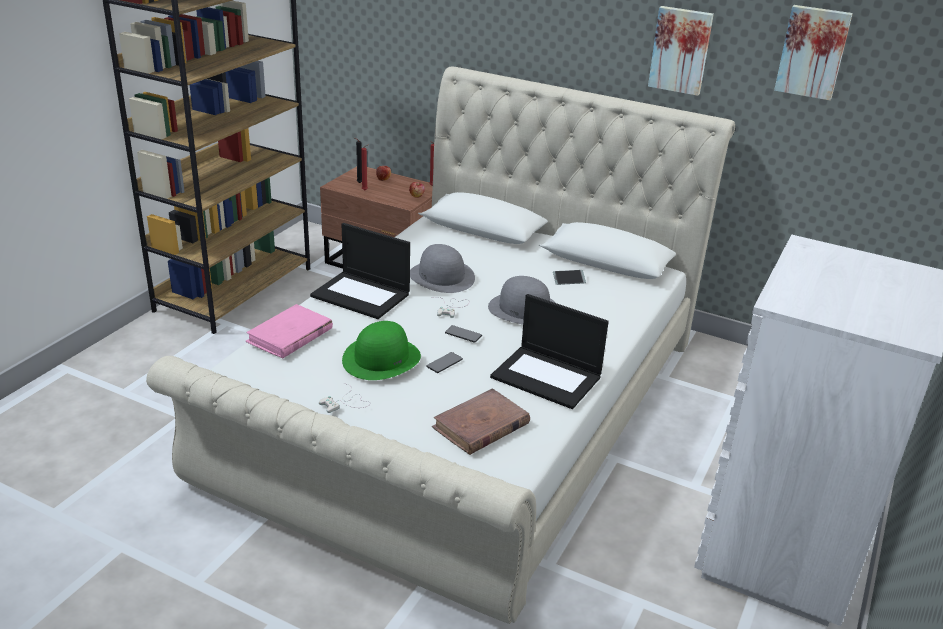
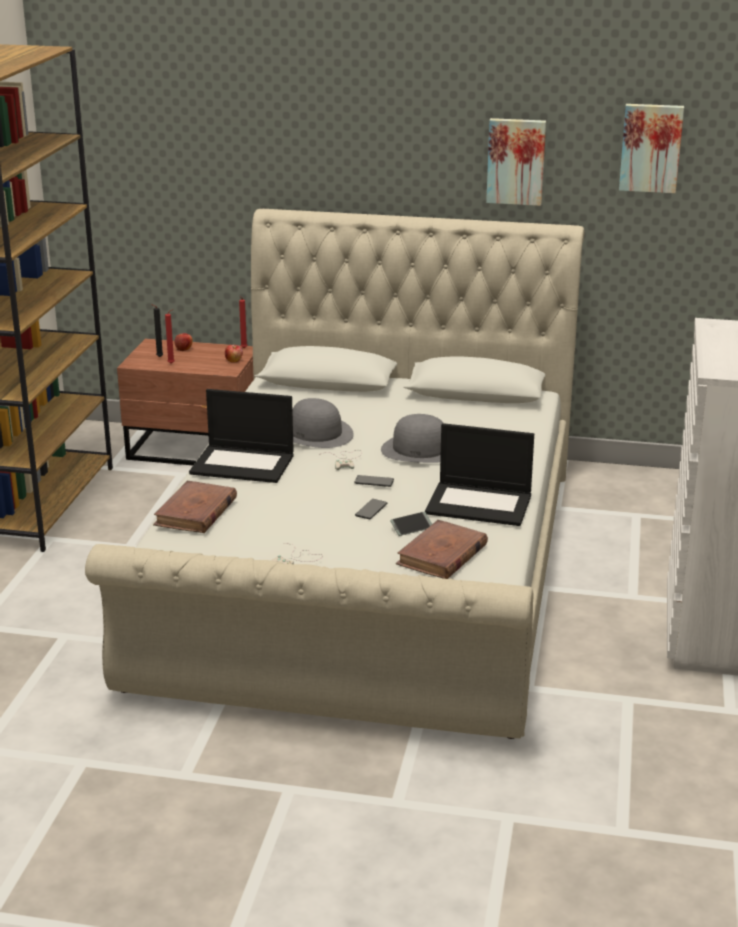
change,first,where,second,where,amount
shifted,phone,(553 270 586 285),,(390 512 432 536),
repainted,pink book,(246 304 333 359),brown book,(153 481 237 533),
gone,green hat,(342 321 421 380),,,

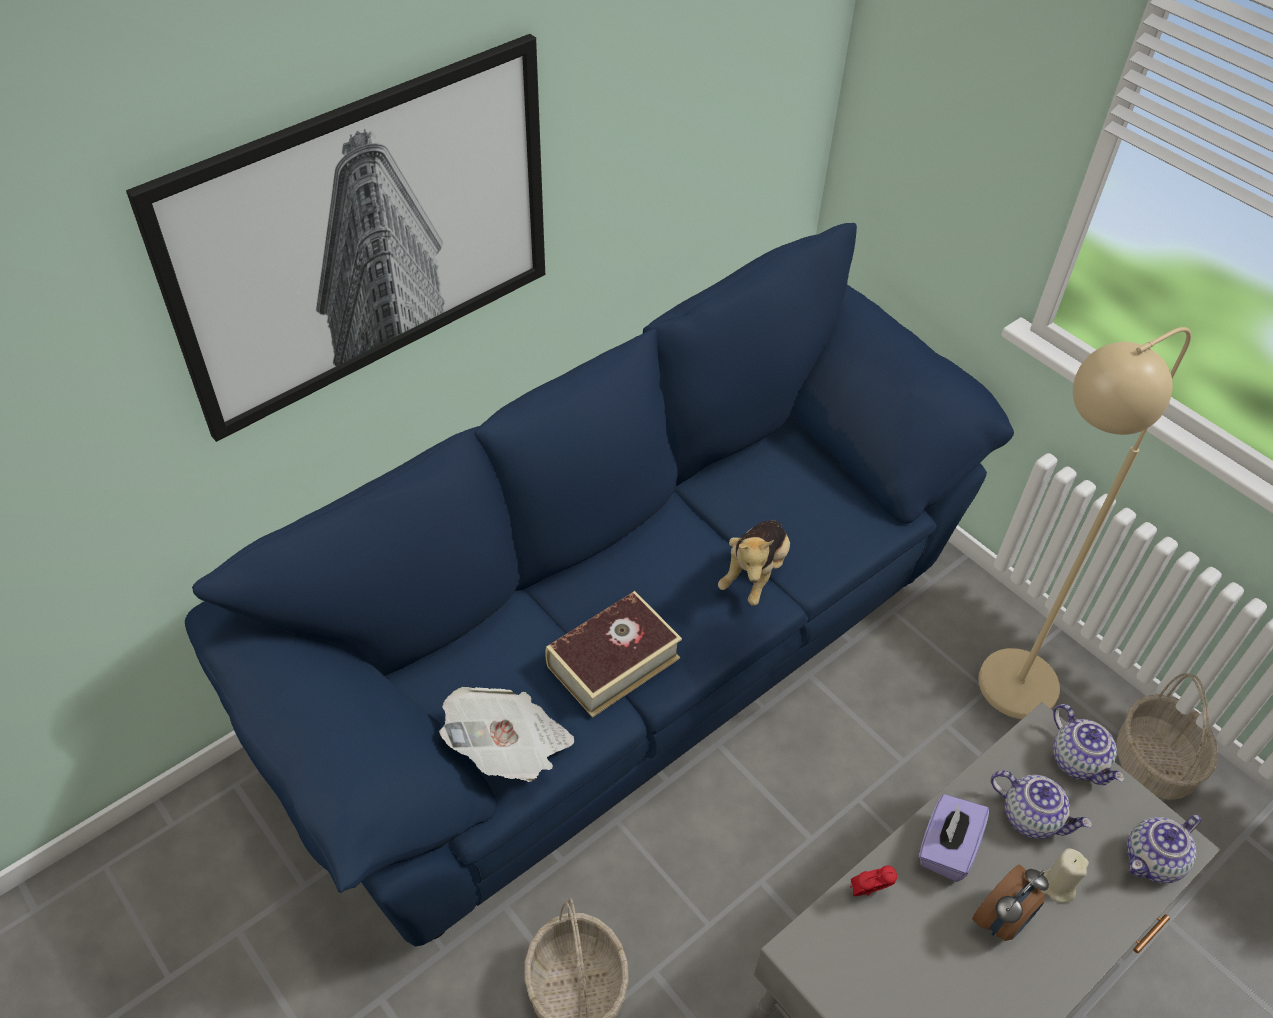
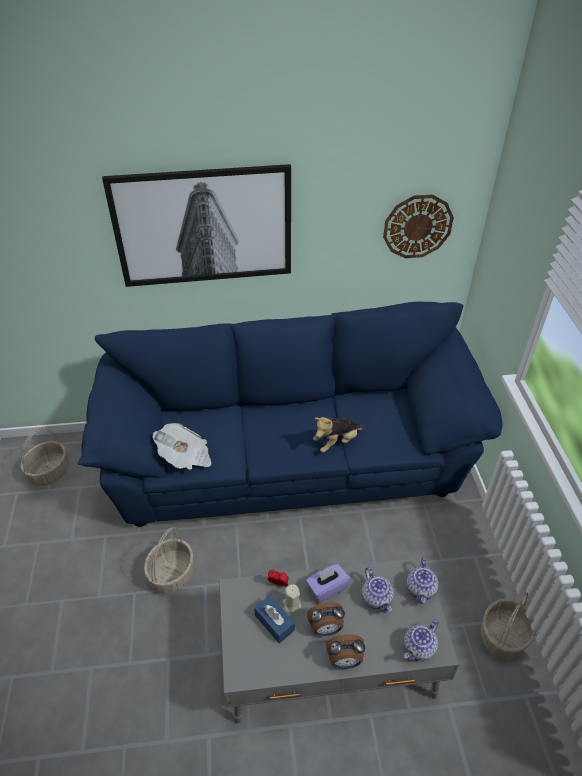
change,first,where,second,where,amount
gone,beige floor lamp,(978 327 1191 719),,,
gone,book,(545 591 682 718),,,
rotated,teapot,(1127 814 1201 883),,(404 620 439 661),45 degrees counterclockwise
shifted,beige candle,(1041 848 1089 903),,(282 584 301 613),
new,,,wall clock,(383 194 454 258),
new,,,basket,(21 427 69 486),
new,,,blue tissue box,(254 595 295 643),
new,,,alarm clock,(326 635 365 669),

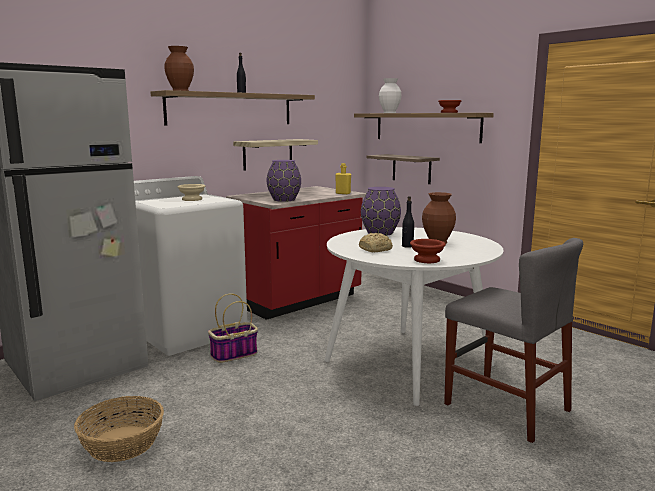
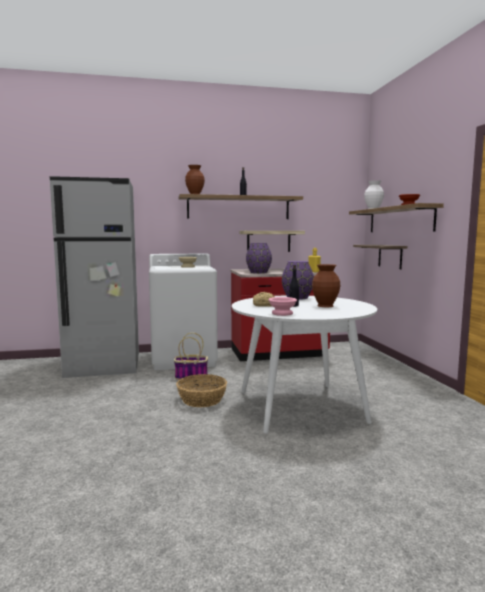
change,first,where,second,where,amount
gone,grey chair,(444 238 583 443),,,
repainted,brown bowl,(410 239 446 263),pink bowl,(268 297 297 316),
shifted,basket,(74 396 164 462),,(176 374 227 407),

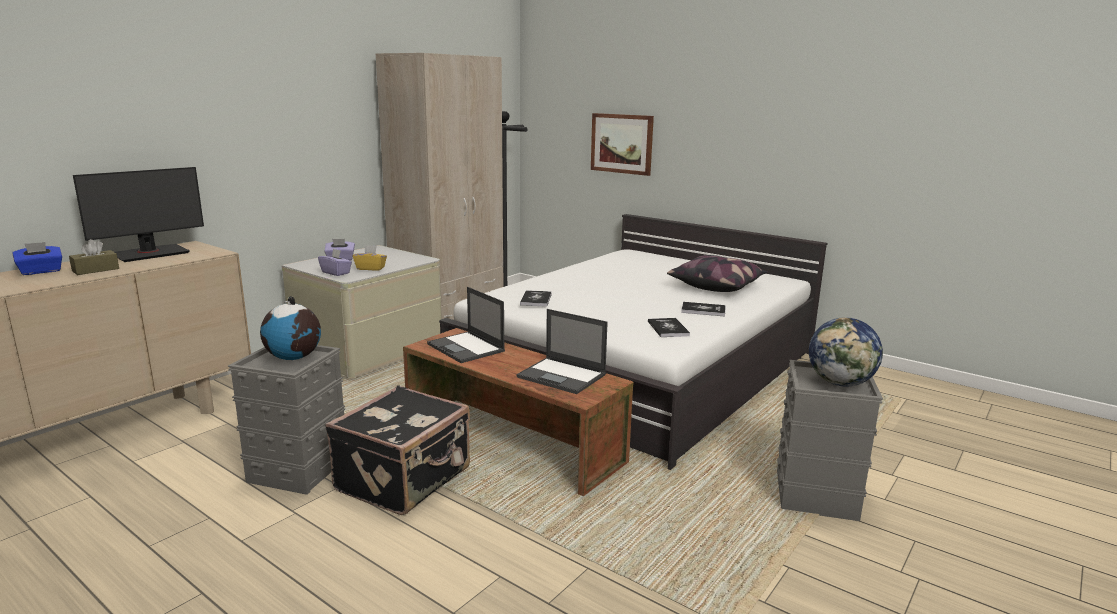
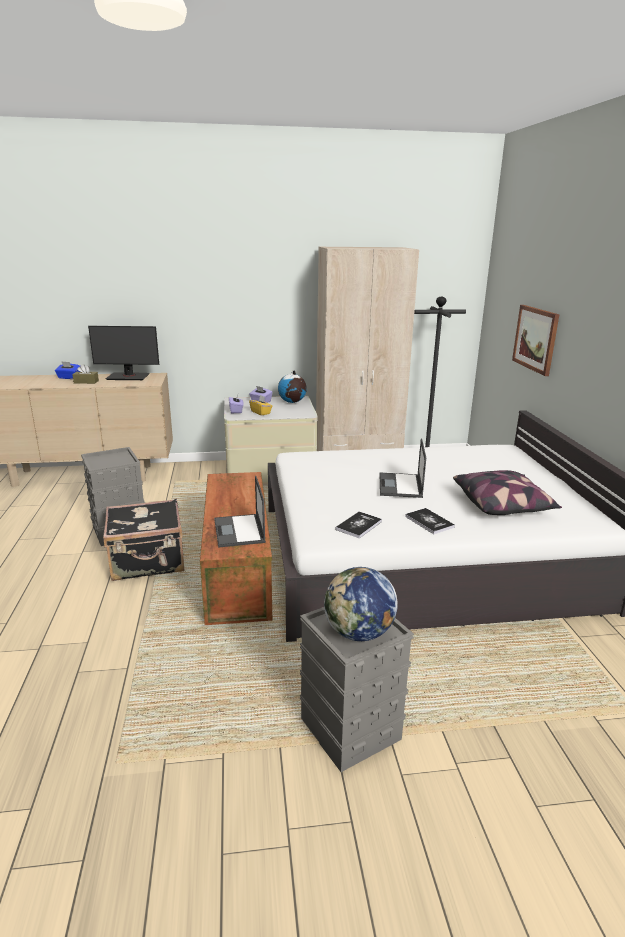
change,first,where,second,where,amount
shifted,laptop,(427 287 505 363),,(379 438 426 498),
gone,book,(520 290 552 307),,,
shifted,globe,(260 296 321 360),,(278 370 307 403),

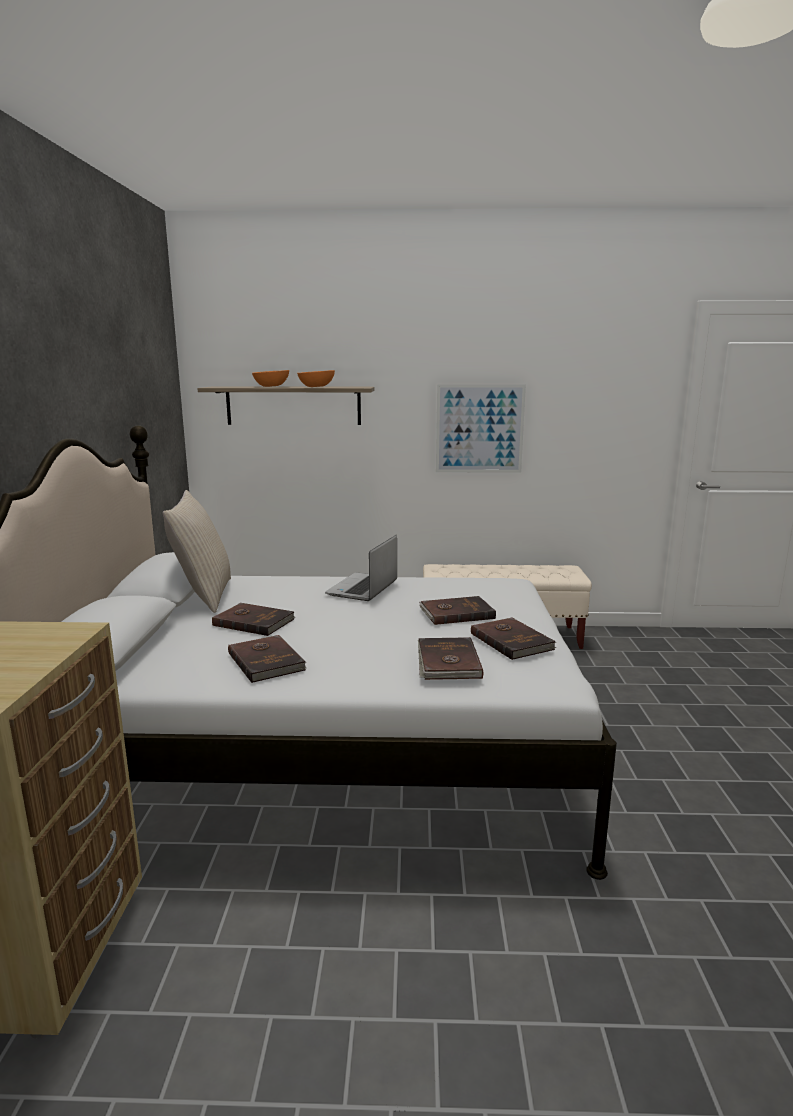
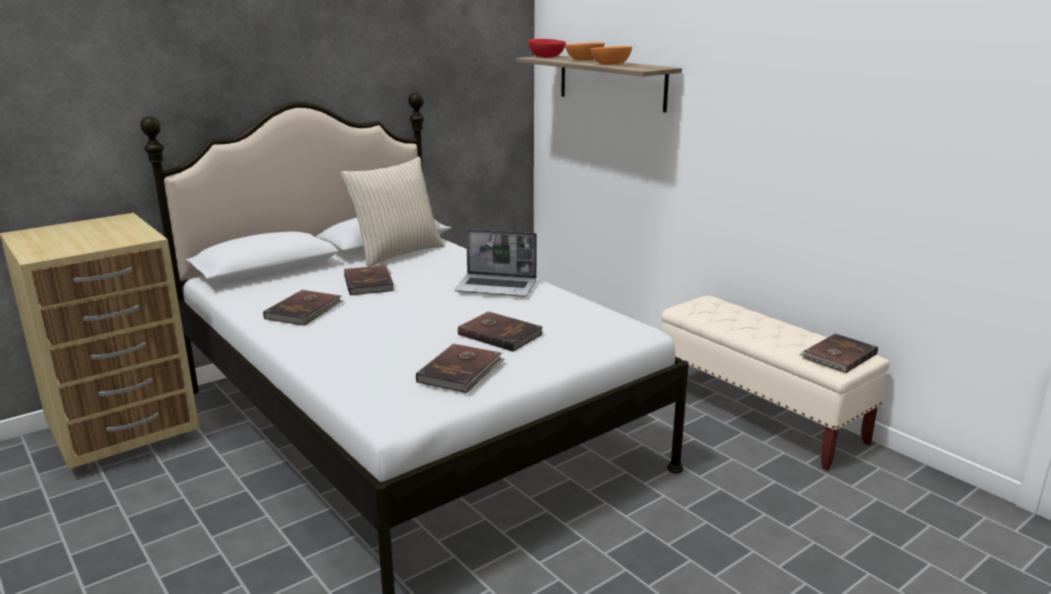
change,first,where,second,where,amount
gone,picture,(436 384 526 473),,,
rotated,laptop,(325 535 397 601),,(454 229 537 297),150 degrees counterclockwise
shifted,brown book,(418 637 484 680),,(799 333 878 373),
new,,,red bowl,(528 39 566 58),

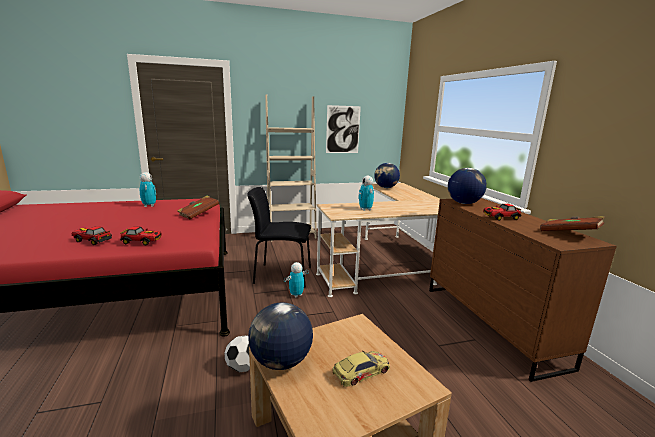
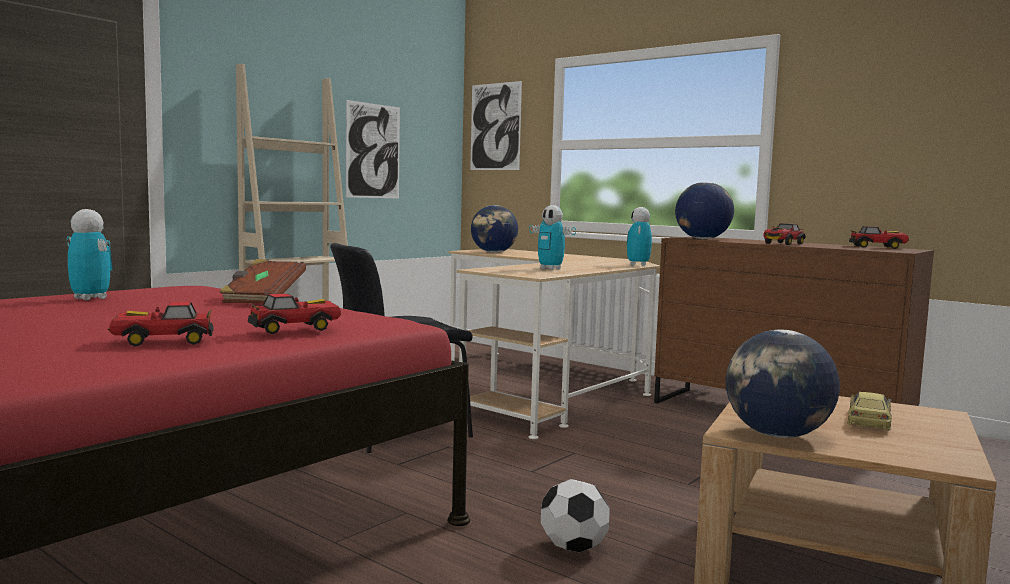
change,first,where,second,where,amount
swapped,brown book,(540 216 604 231),toy car,(849 226 909 249),
shifted,toy robot,(284 262 309 298),,(626 207 652 266),
new,,,picture,(470 81 522 170),

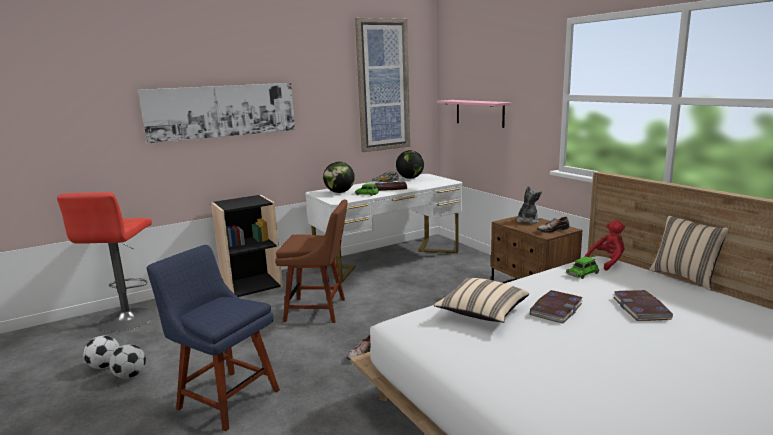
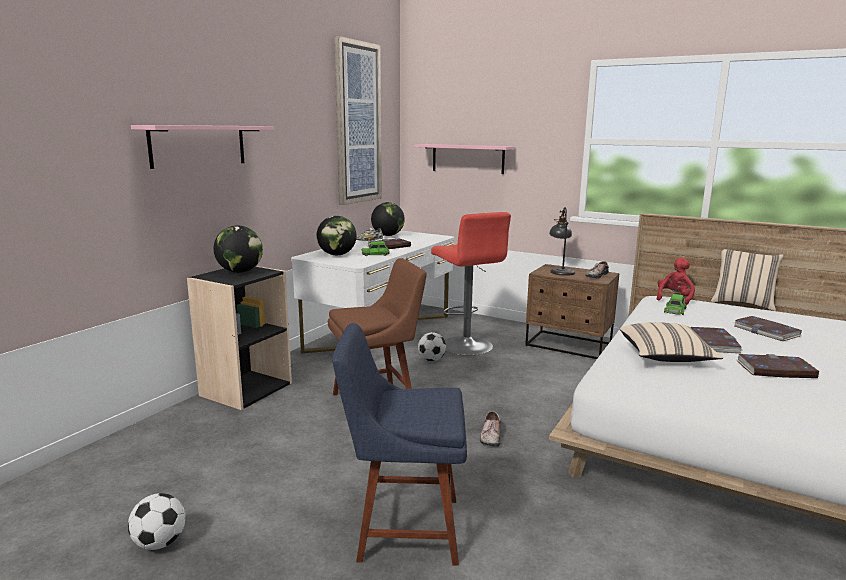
change,first,where,second,where,amount
swapped,picture,(138 83 295 144),pink shelf,(131 125 274 169),
swapped,plush toy,(517 186 542 224),grey table lamp,(549 207 575 276),
shifted,red stool,(57 192 155 332),,(431 212 511 355),
shifted,football,(109 344 146 379),,(418 332 446 361),
new,,,globe,(214 226 263 273),
new,,,book,(736 354 819 378),

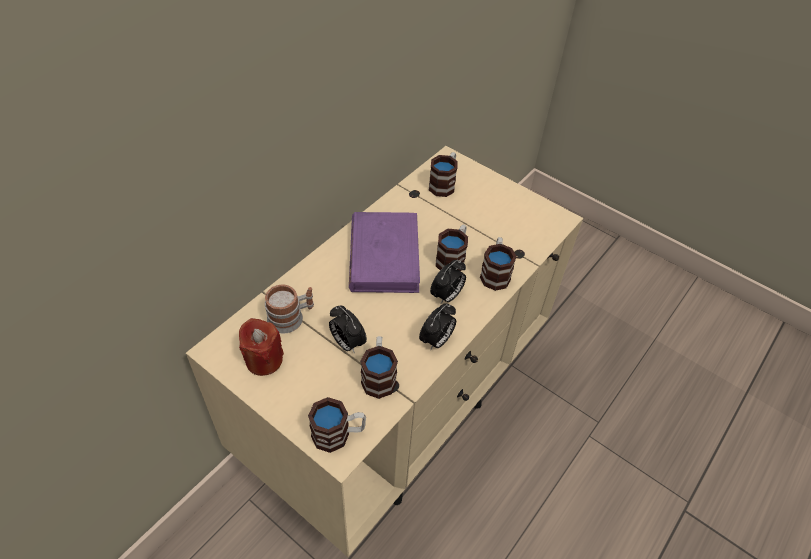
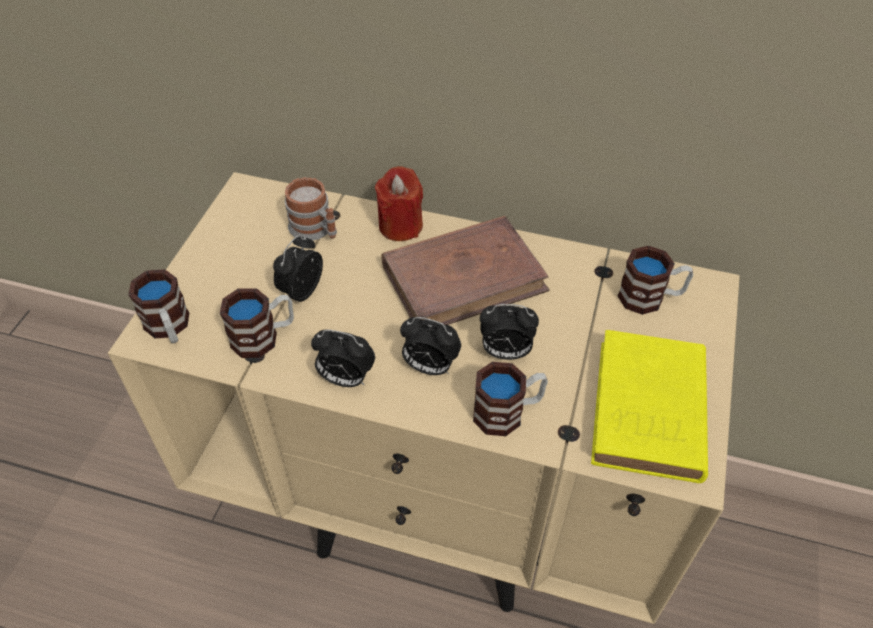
change,first,where,second,where,amount
repainted,purple book,(349 212 420 293),brown book,(381 216 550 325),
swapped,mug,(435 225 468 271),alarm clock,(480 304 539 360),
shifted,red candle,(239 318 284 376),,(375 166 423 241),
new,,,yellow book,(591 330 708 483),

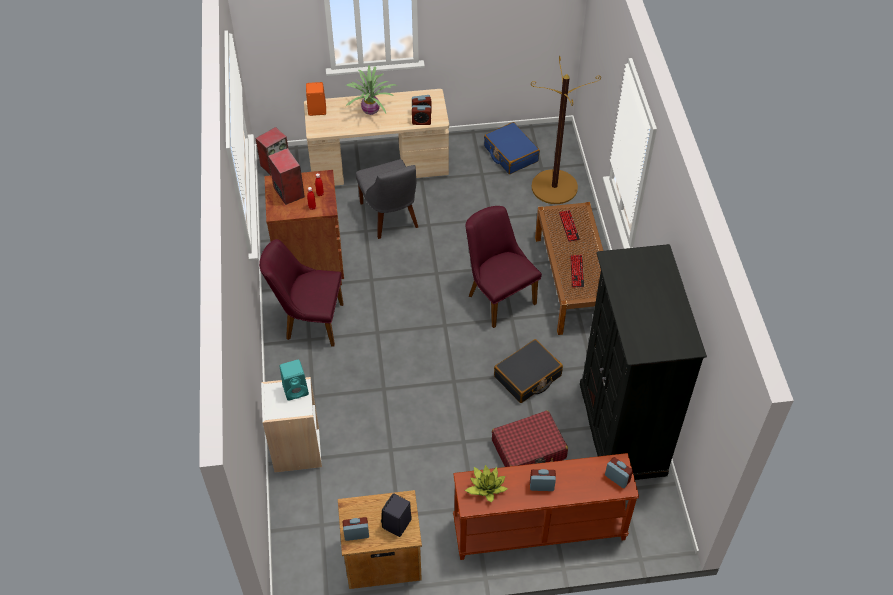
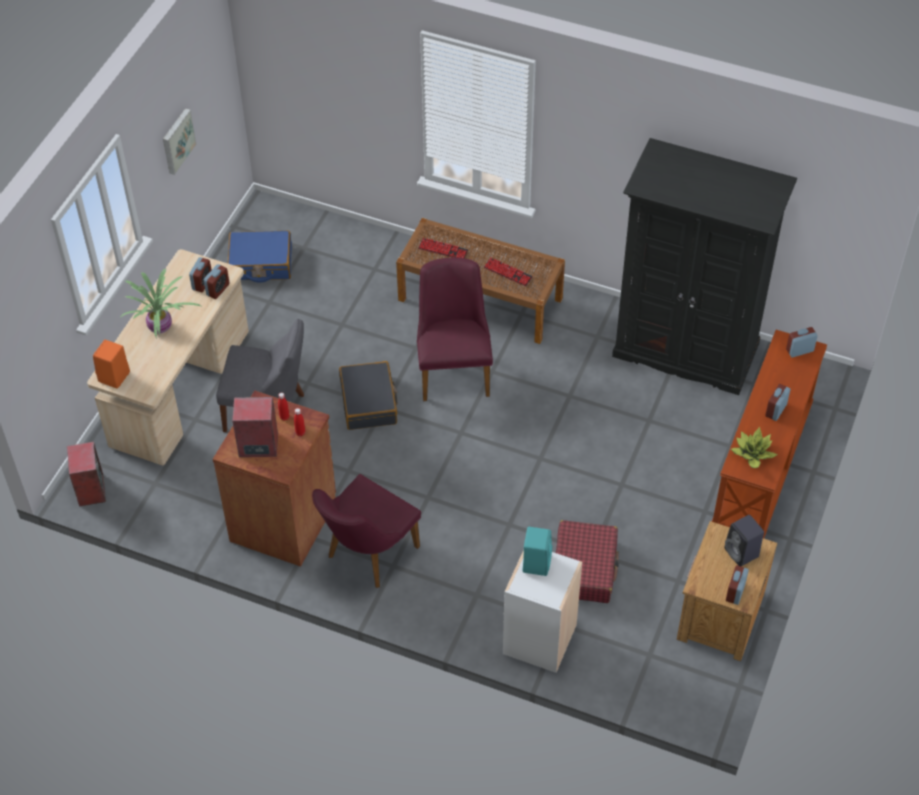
change,first,where,second,where,amount
gone,brown clothes rack,(531 56 601 204),,,
rotated,purple chair,(466 206 542 328),,(417 258 493 401),90 degrees clockwise
shifted,black suitcase,(494 339 563 403),,(339 361 397 430),
shifted,red suitcase,(492 410 568 467),,(556 520 619 603),
new,,,picture,(163 108 197 175),

